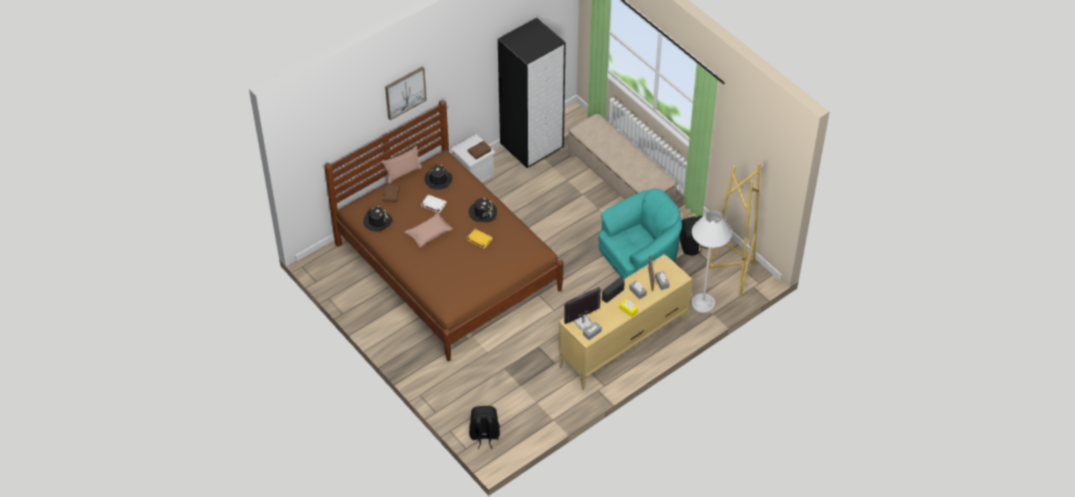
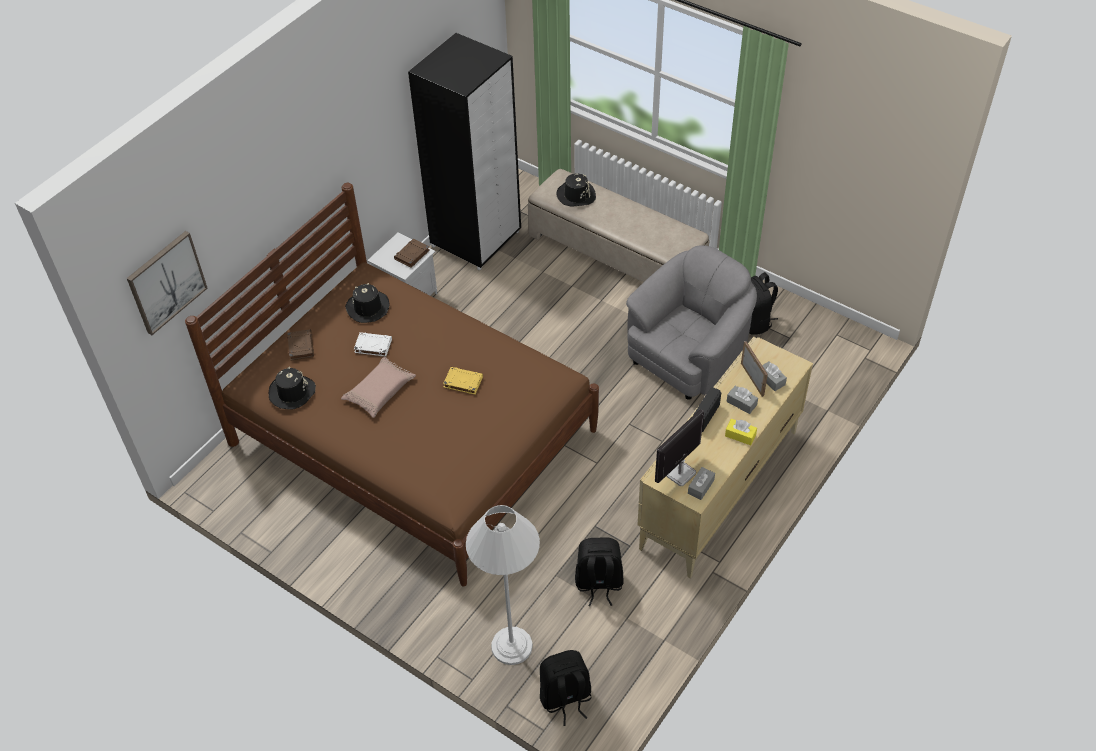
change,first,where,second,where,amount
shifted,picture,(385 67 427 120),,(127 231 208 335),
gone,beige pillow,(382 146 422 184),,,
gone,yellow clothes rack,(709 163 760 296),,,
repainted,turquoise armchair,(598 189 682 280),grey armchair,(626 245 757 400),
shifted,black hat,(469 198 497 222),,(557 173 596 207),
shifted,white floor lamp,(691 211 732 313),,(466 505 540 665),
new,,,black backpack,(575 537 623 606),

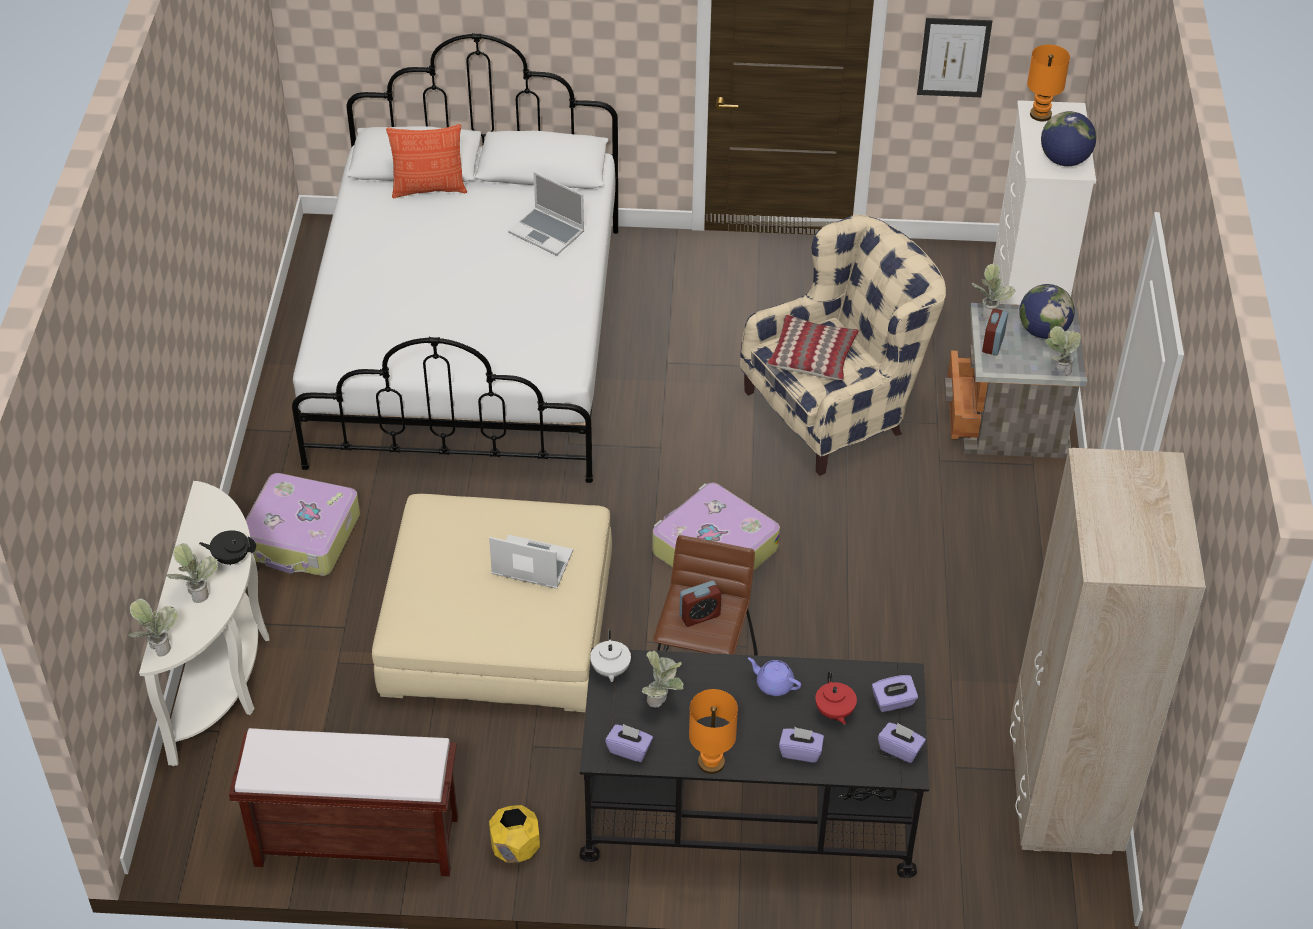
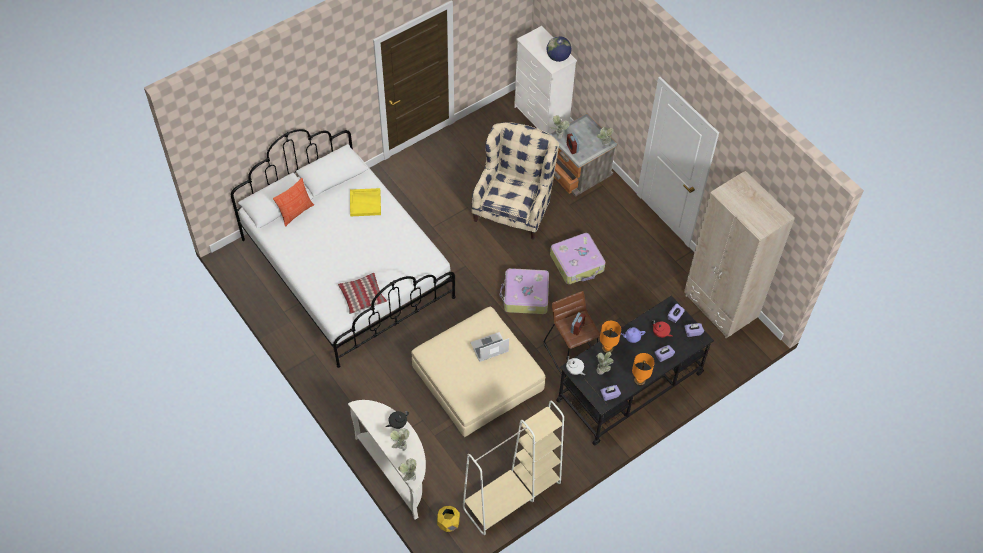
change,first,where,second,where,amount
gone,picture,(917 18 992 97),,,
shifted,orange table lamp,(1027 45 1070 121),,(600 321 621 353),
swapped,laptop,(508 172 585 256),yellow tray,(350 188 381 217),
gone,globe,(1019 284 1075 339),,,
shifted,pillow,(766 315 859 380),,(338 273 387 314),
shifted,suitcase,(246 473 360 576),,(550 233 606 284),
swapped,brown bench,(229 728 458 877),beige clothes rack,(463 401 564 535),
shifted,yellow planter,(489 805 540 863),,(437 506 460 532),

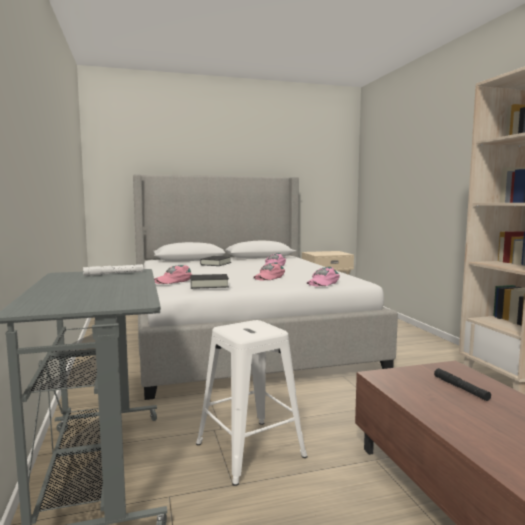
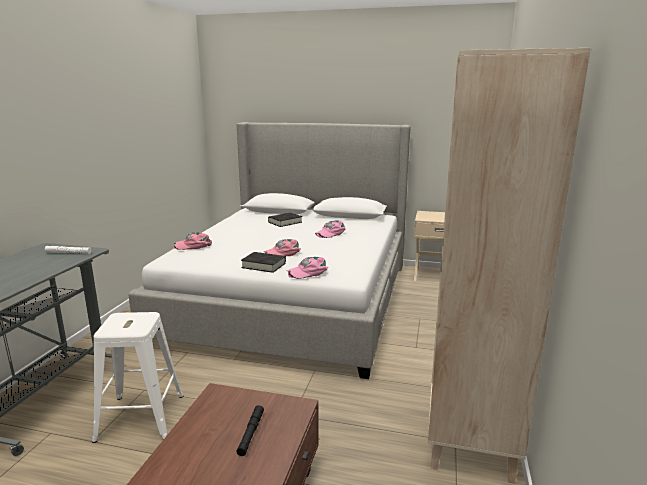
change,first,where,second,where,amount
shifted,black book,(190 274 229 289),,(241 252 286 273),

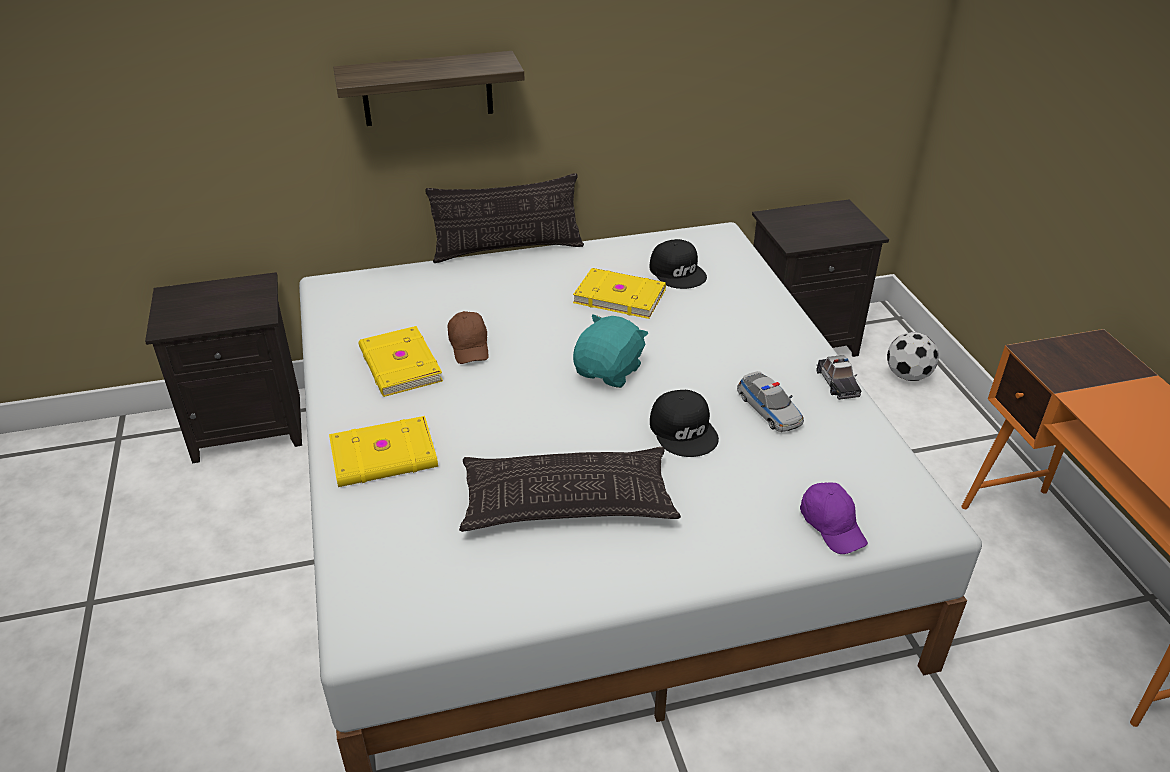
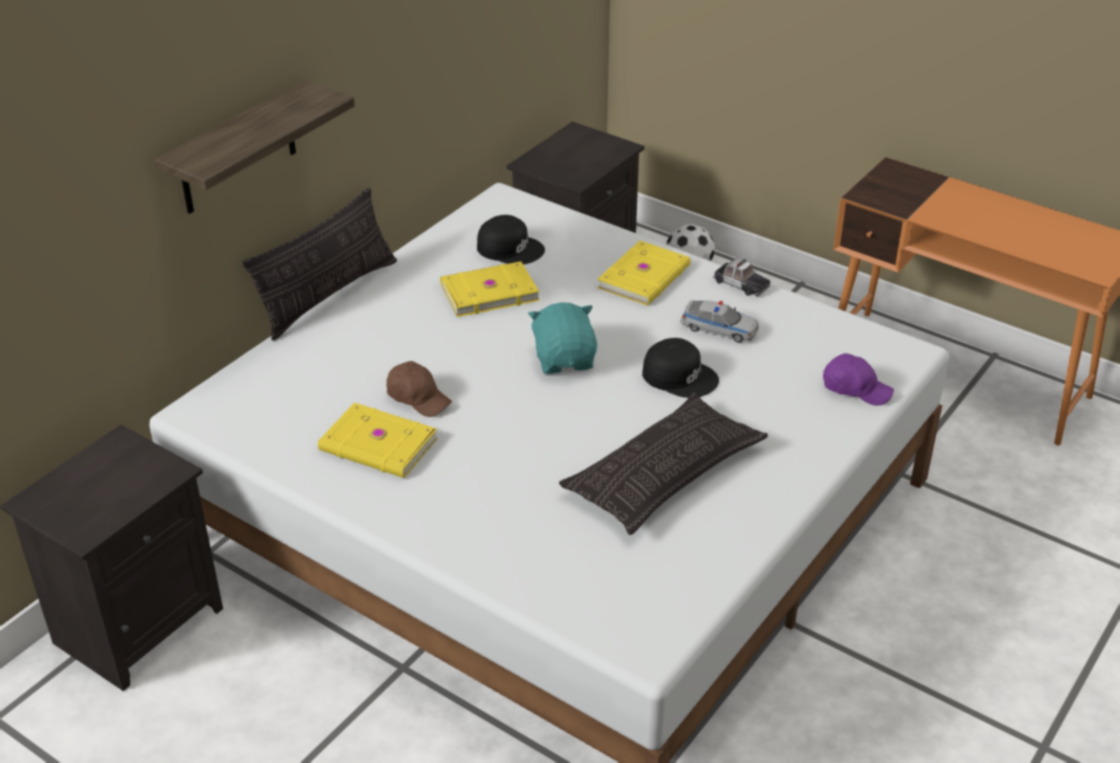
change,first,where,second,where,amount
shifted,yellow book,(329 416 438 487),,(598 241 691 306),

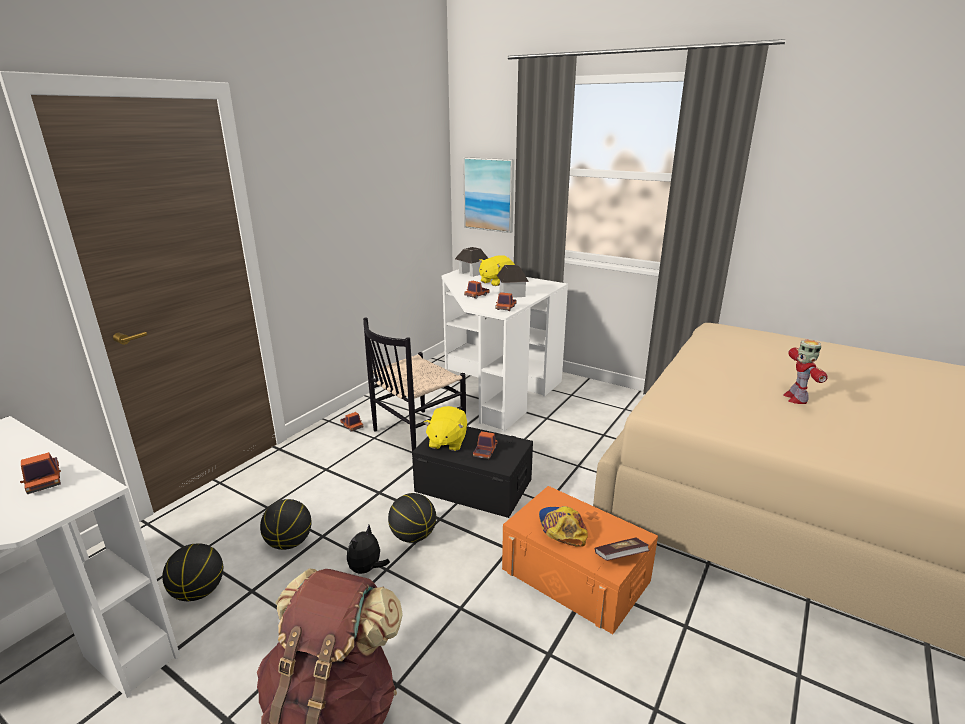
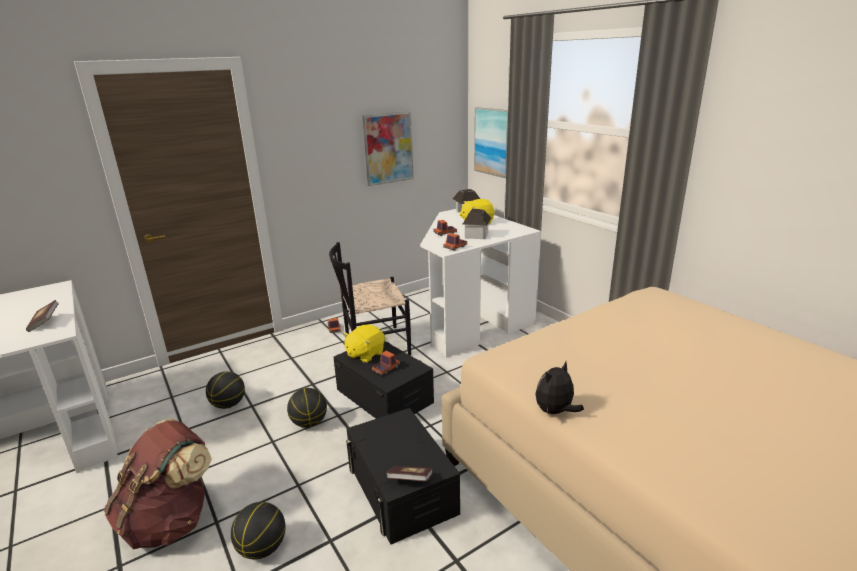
change,first,where,second,where,amount
gone,toy robot,(783 340 828 404),,,
swapped,toy truck,(20 452 61 494),book,(26 300 59 332),
repainted,orange storage box,(502 486 658 634),black storage box,(346 408 460 545),
gone,cap,(539 506 588 547),,,
shifted,plush toy,(347 525 390 574),,(536 362 584 415),
shifted,basketball,(162 543 223 601),,(231 502 286 559),
new,,,picture,(363 111 414 186),

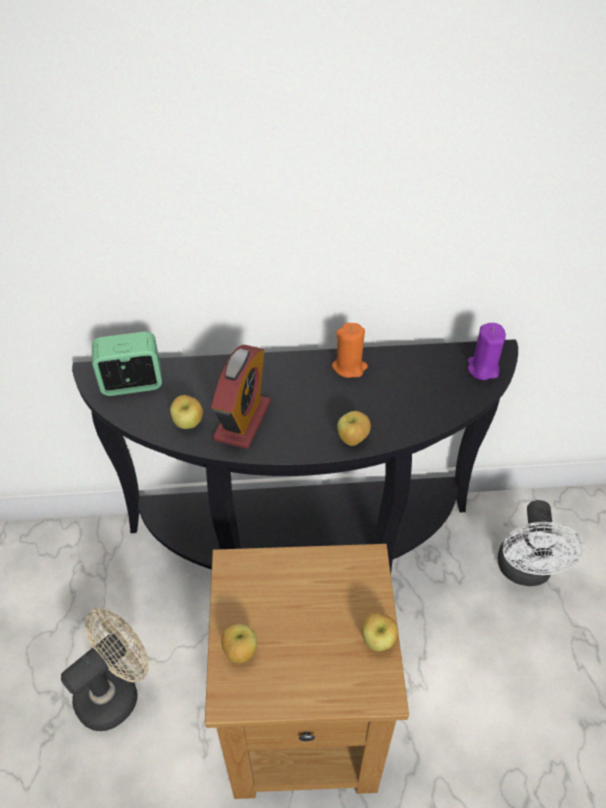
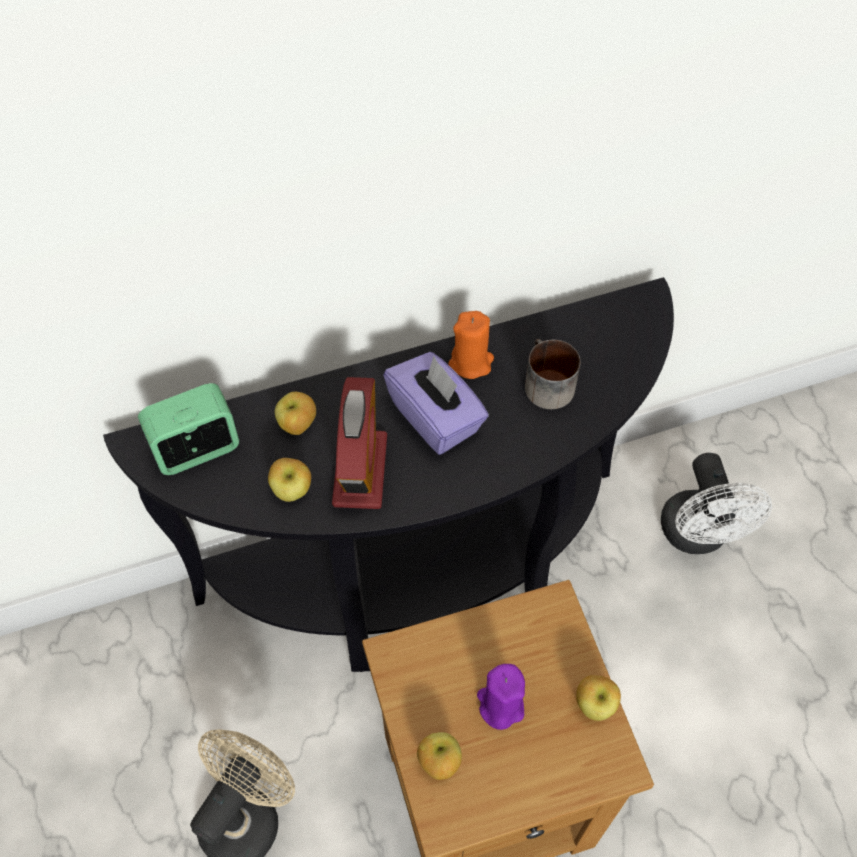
change,first,where,second,where,amount
shifted,purple candle,(468 323 506 380),,(477 664 525 730),
shifted,apple,(337 411 371 446),,(275 392 316 435),
new,,,mug,(525 339 581 409),
new,,,purple tissue box,(383 352 489 455),

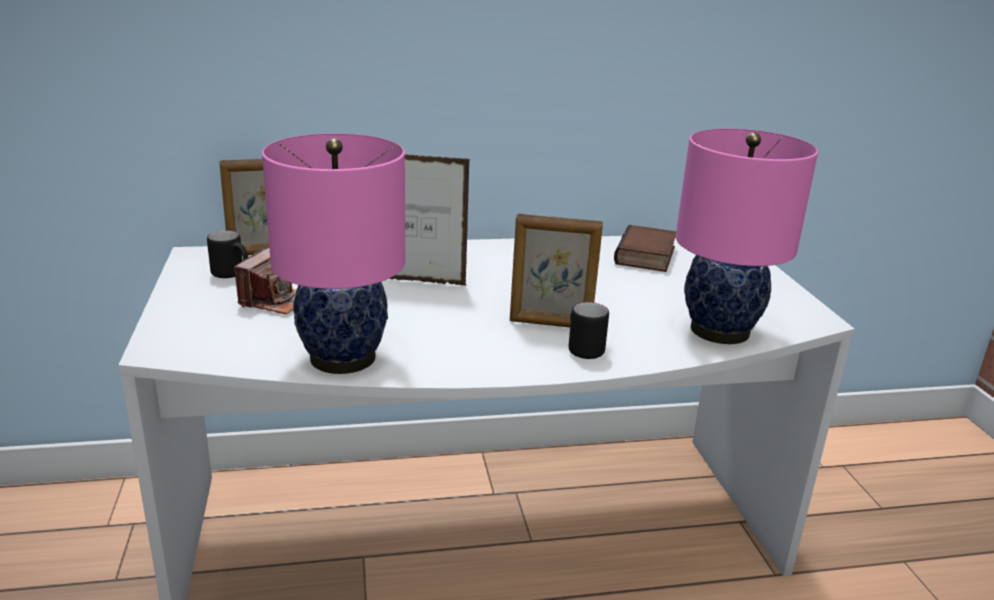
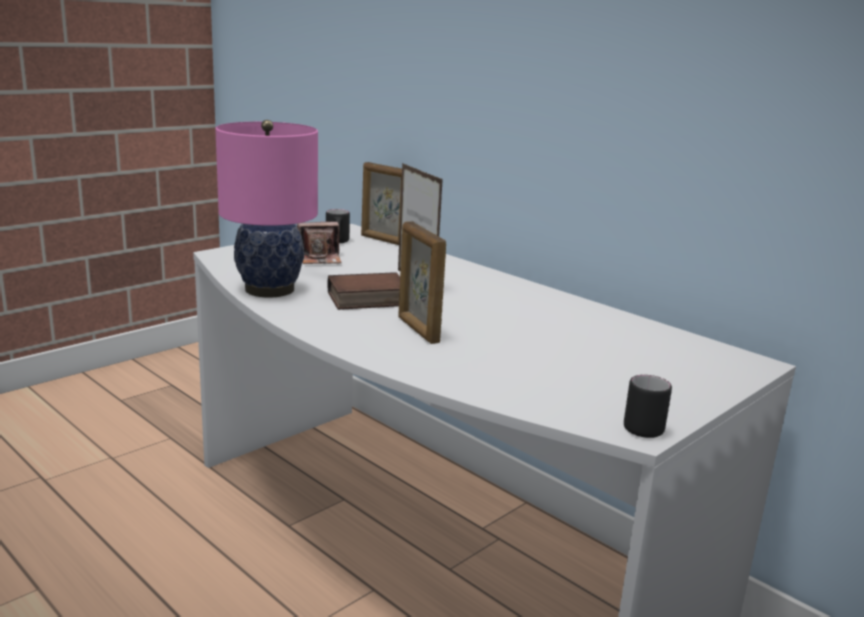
change,first,where,second,where,amount
gone,pink table lamp,(676 129 818 344),,,
shifted,book,(614 225 676 272),,(328 272 400 310),
shifted,black mug,(569 302 609 359),,(624 375 672 438),

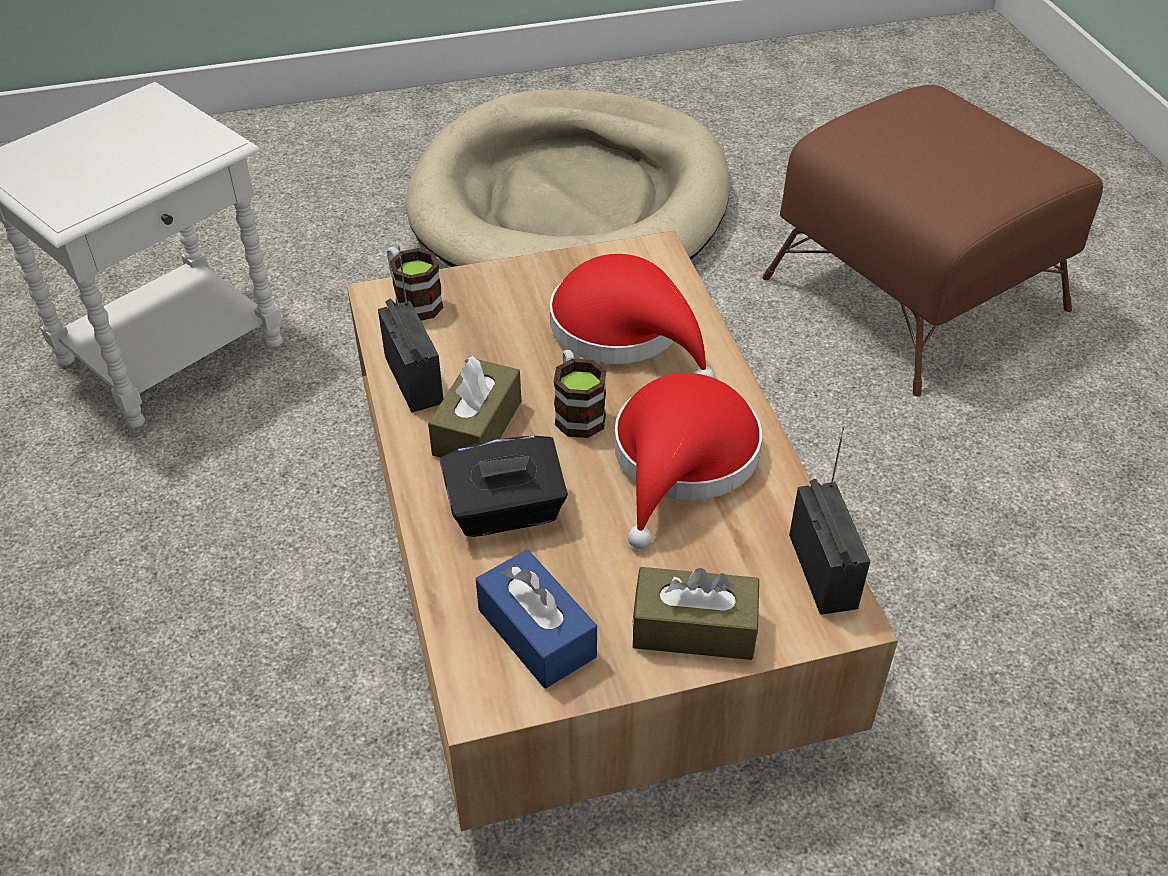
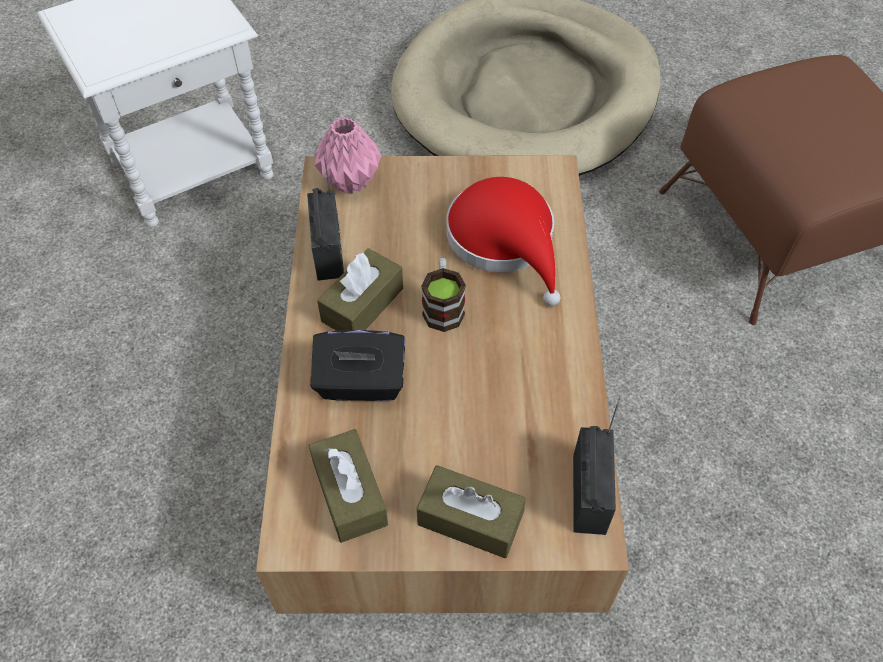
change,first,where,second,where,amount
swapped,mug,(387 247 444 321),pink vase,(315 117 381 194),
gone,red hat,(614 373 762 549),,,
repainted,blue tissue box,(476 550 597 688),brown tissue box,(309 429 388 543),

